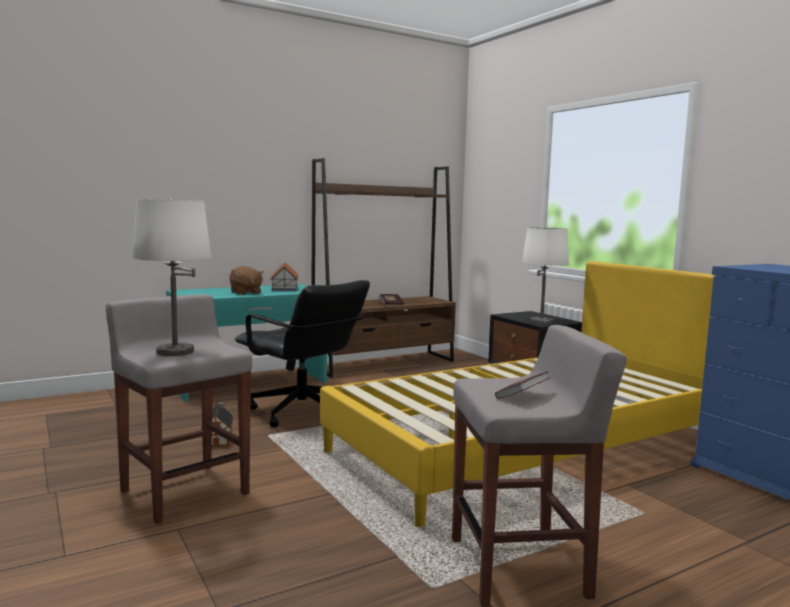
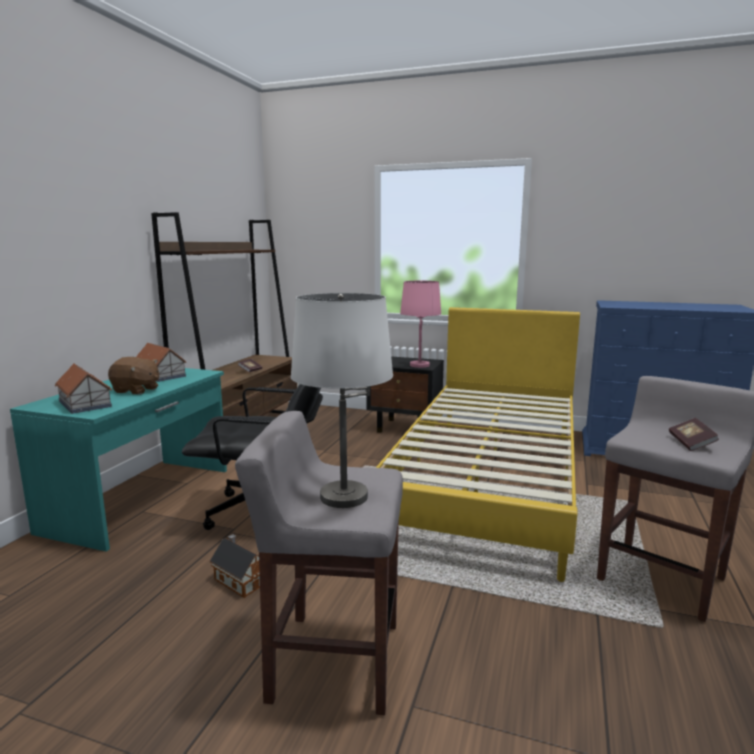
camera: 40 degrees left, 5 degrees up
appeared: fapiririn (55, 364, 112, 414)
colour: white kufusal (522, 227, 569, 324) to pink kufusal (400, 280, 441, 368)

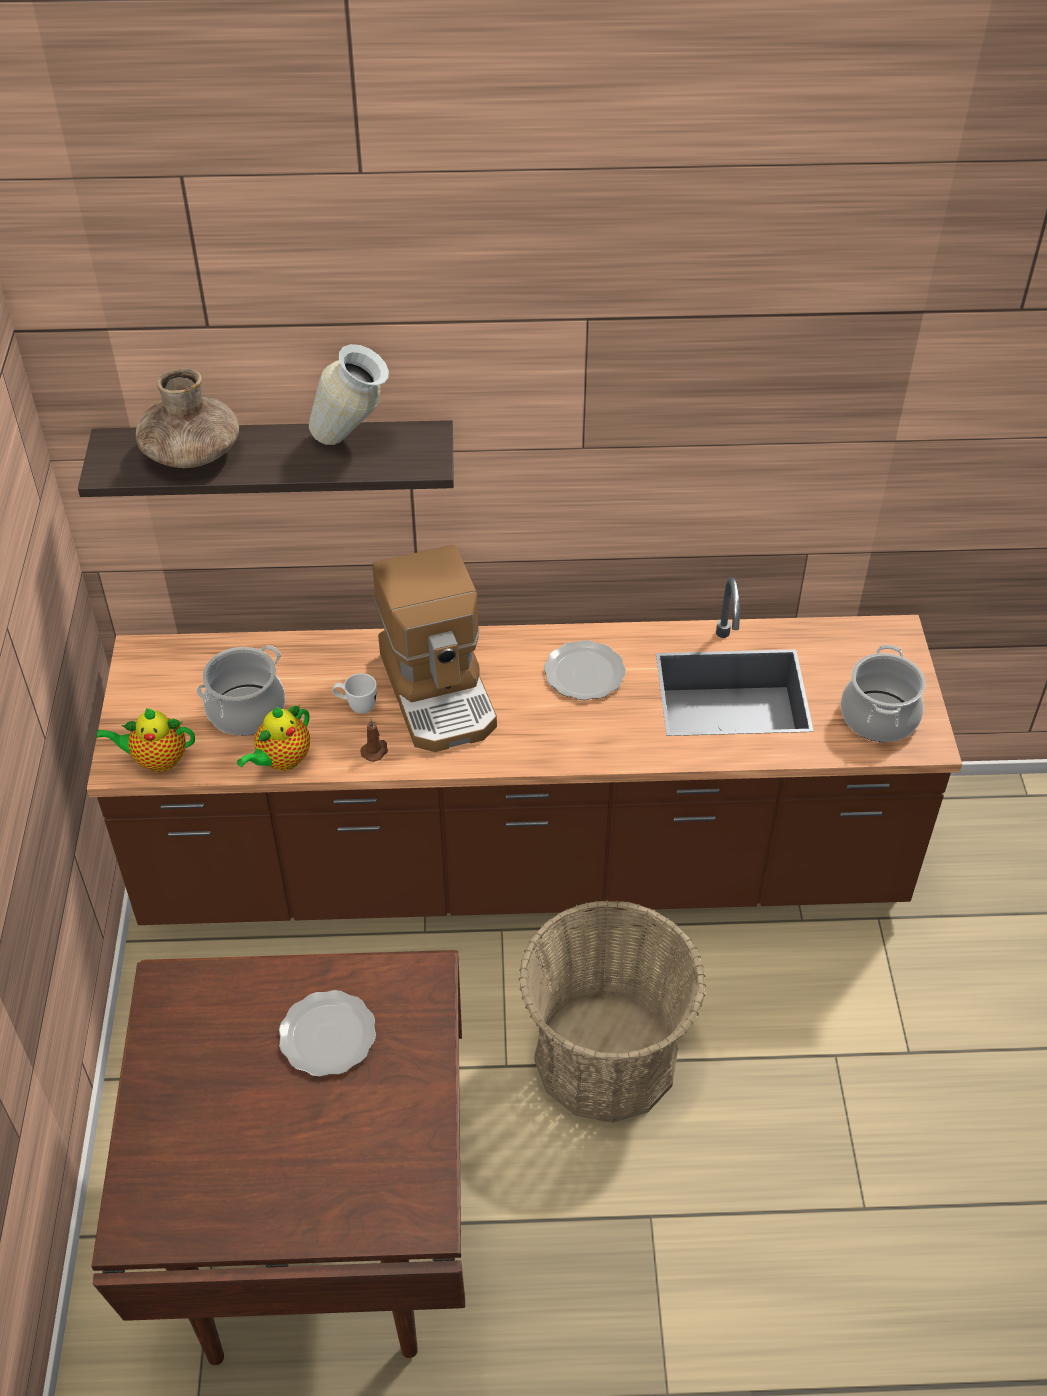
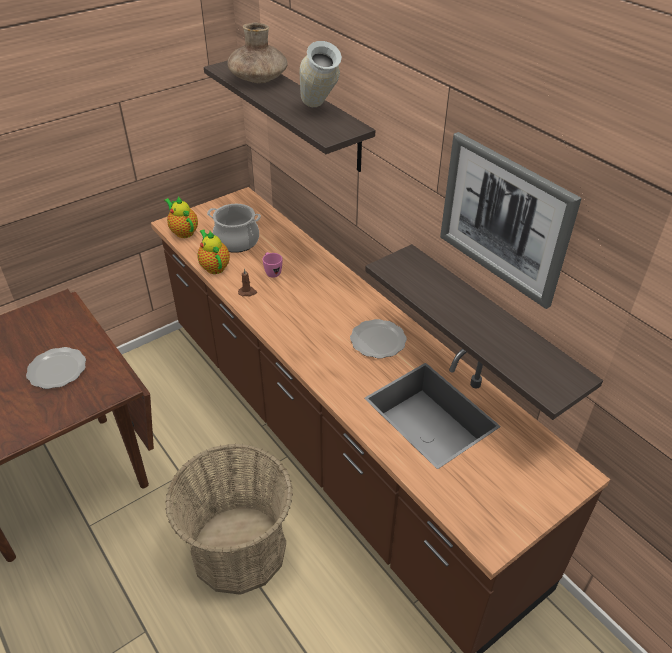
camera: 55 degrees right, 5 degrees down
missing: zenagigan (372, 545, 497, 752); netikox (841, 645, 926, 742)
appeared: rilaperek (365, 244, 603, 420); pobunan (440, 132, 582, 309)
colour: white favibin (332, 673, 377, 714) to pink favibin (262, 252, 282, 278)
spun: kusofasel (237, 704, 310, 771) = (197, 229, 230, 274) 60 degrees clockwise

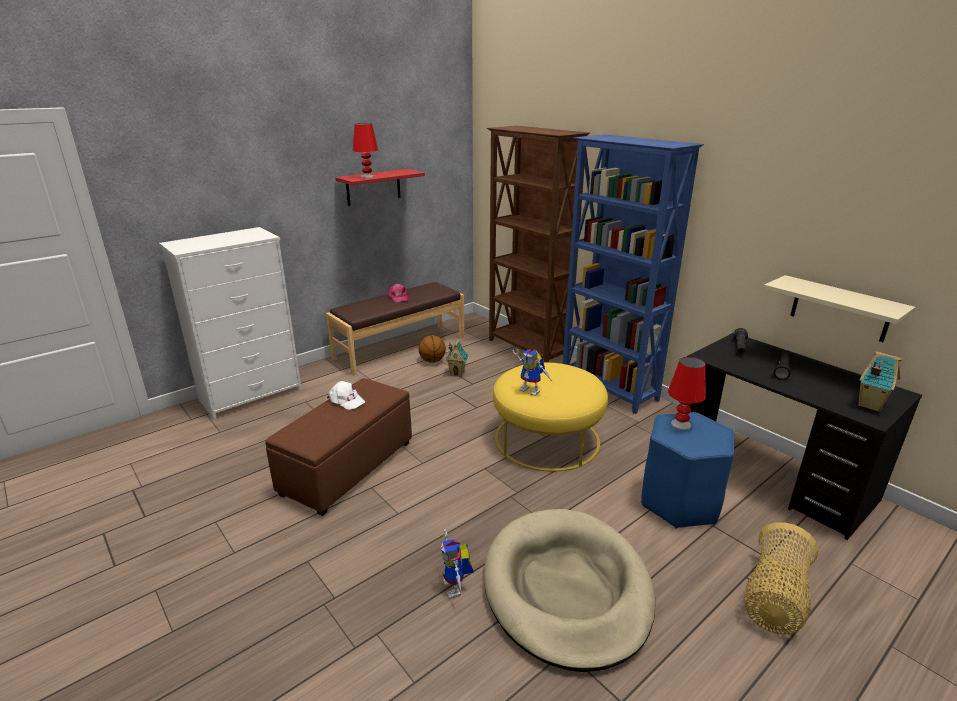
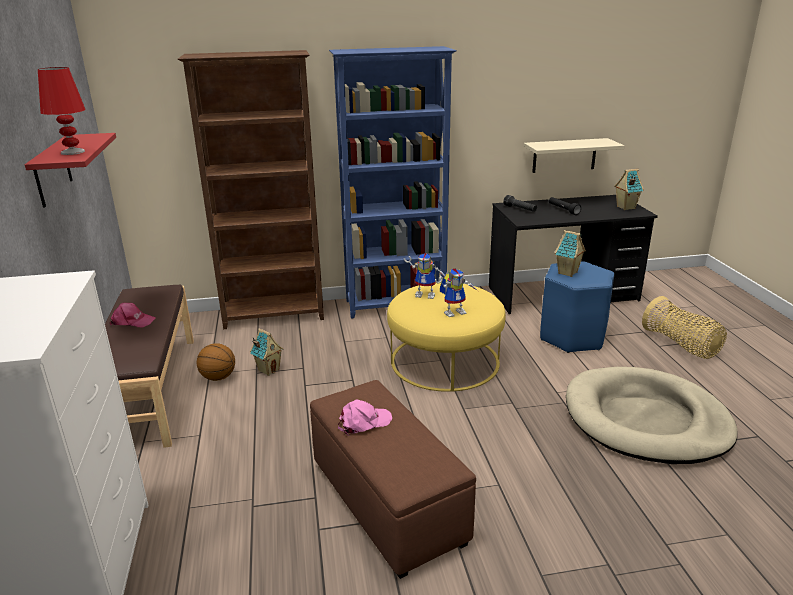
camera: 60 degrees left, 0 degrees up
relocated: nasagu (441, 530, 474, 599) to (404, 253, 445, 299)
exchanged: red kufusal (668, 357, 706, 430) to fapiririn (555, 230, 586, 277)
colour: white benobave (327, 381, 365, 410) to pink benobave (338, 399, 392, 436)

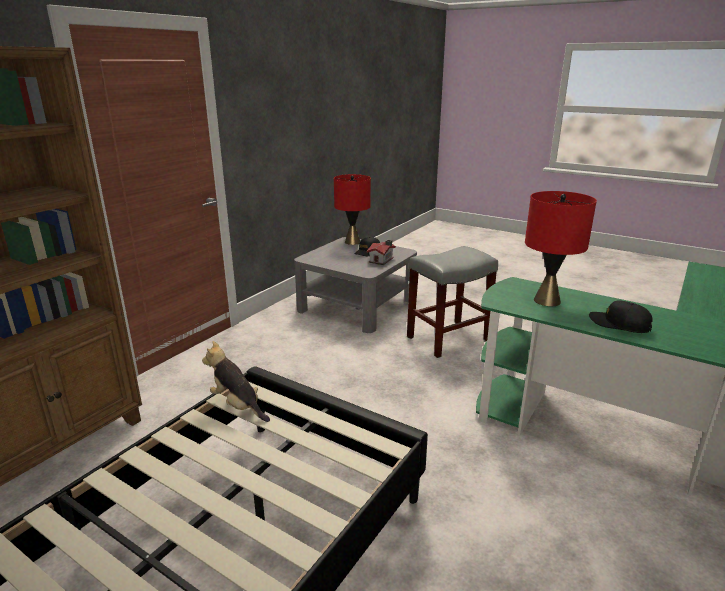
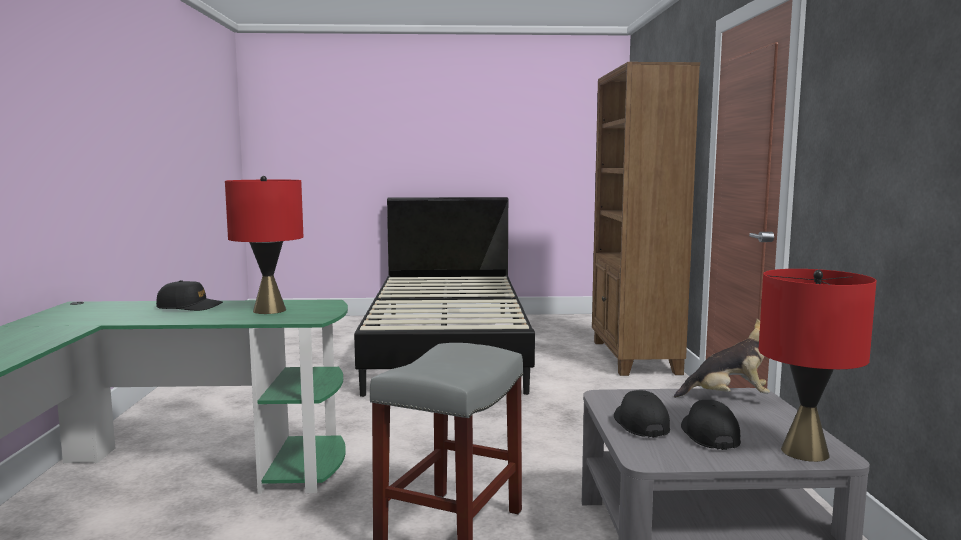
camera: 145 degrees right, 15 degrees down
relocated: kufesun (202, 341, 270, 422) to (674, 319, 770, 398)
exchanged: fapiririn (367, 240, 396, 265) to black benobave (614, 390, 670, 438)

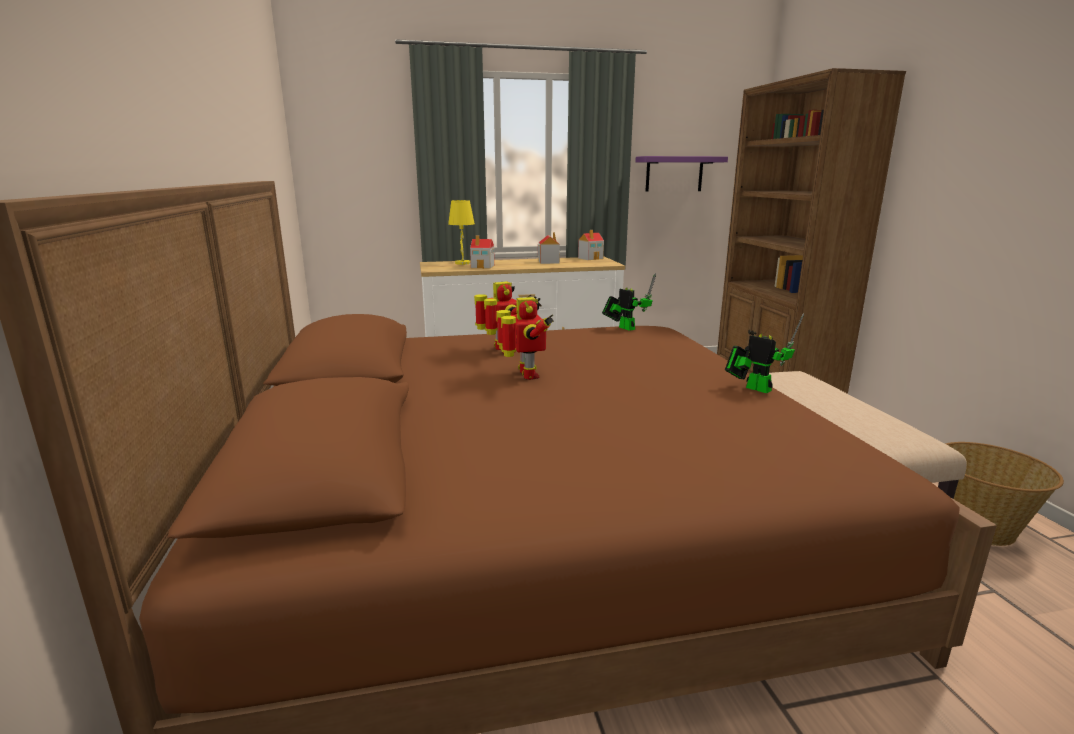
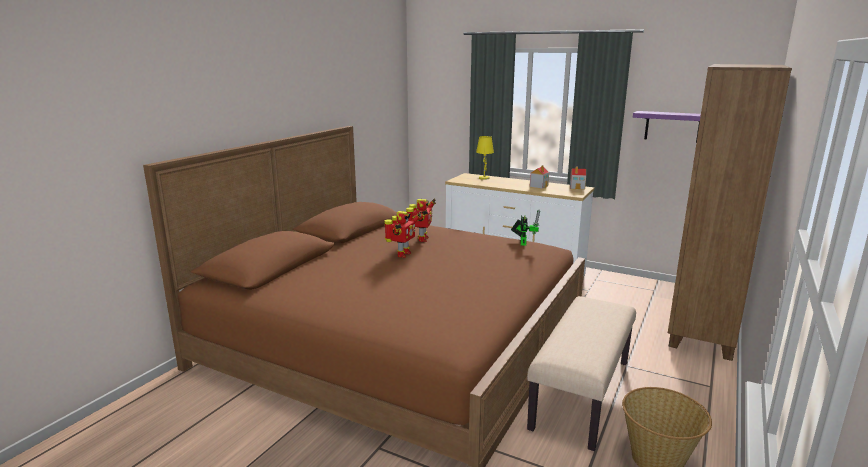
camera: 40 degrees right, 0 degrees up
missing: fapiririn (470, 235, 495, 269); nasagu (725, 313, 804, 393)

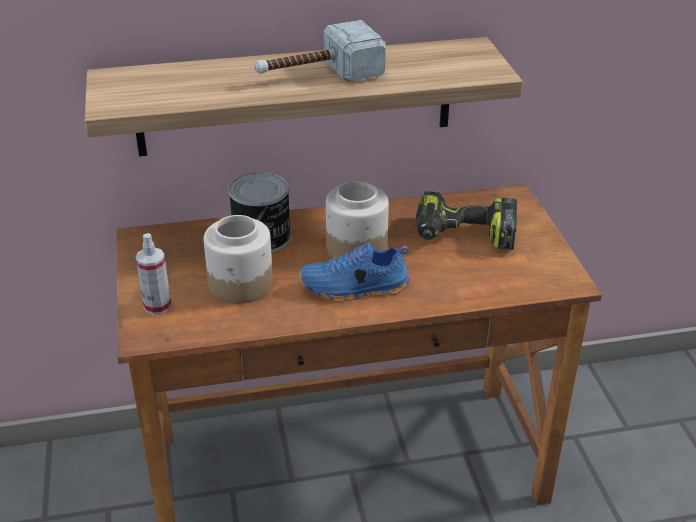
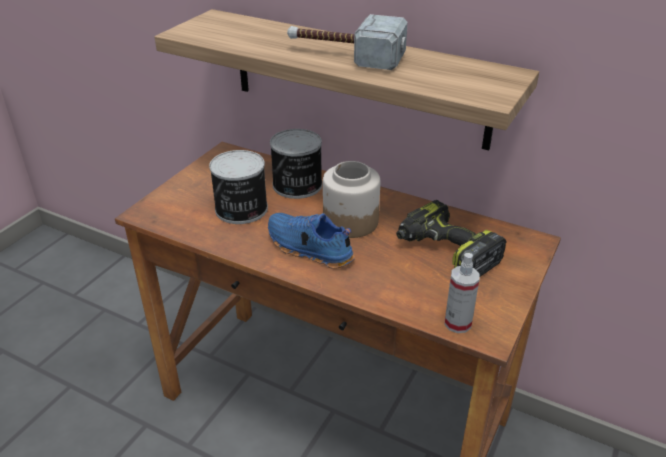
camera: 40 degrees right, 0 degrees up
relocated: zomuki (136, 233, 171, 315) to (445, 253, 480, 333)
exchanged: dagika (204, 215, 273, 304) to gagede (209, 150, 268, 224)

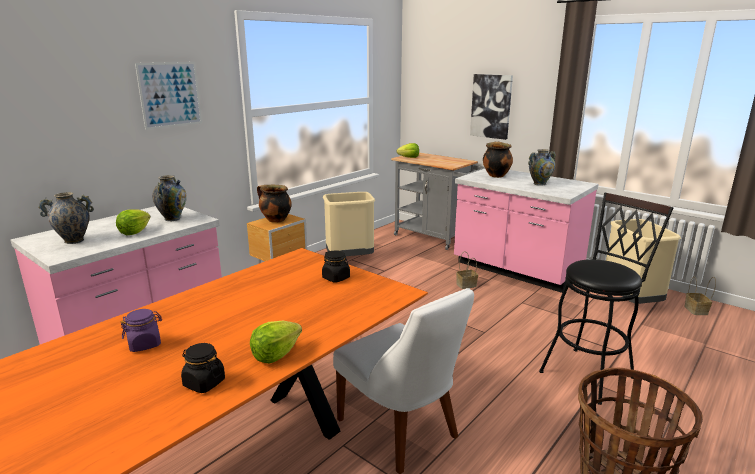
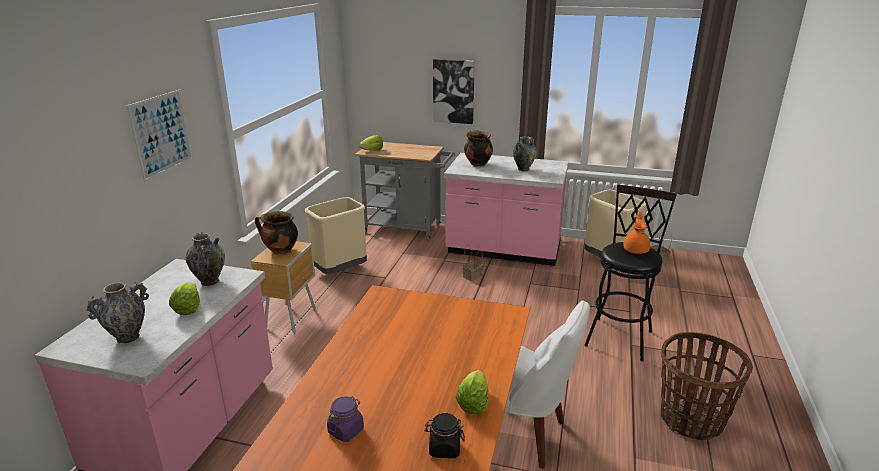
camera: 25 degrees left, 5 degrees up
missing: black dagika (322, 250, 350, 282)
appeared: orange kusofasel (623, 211, 651, 254)

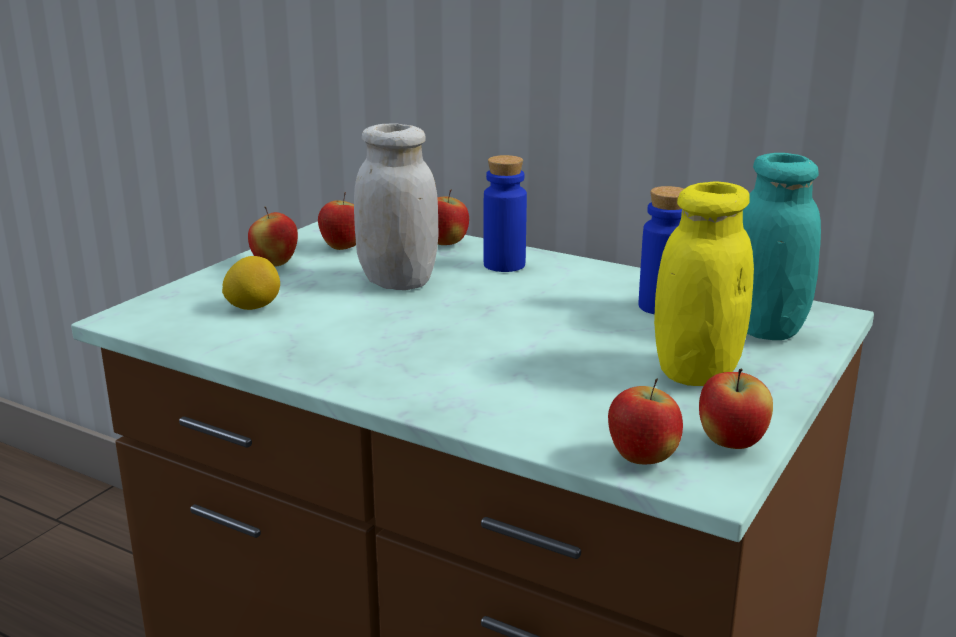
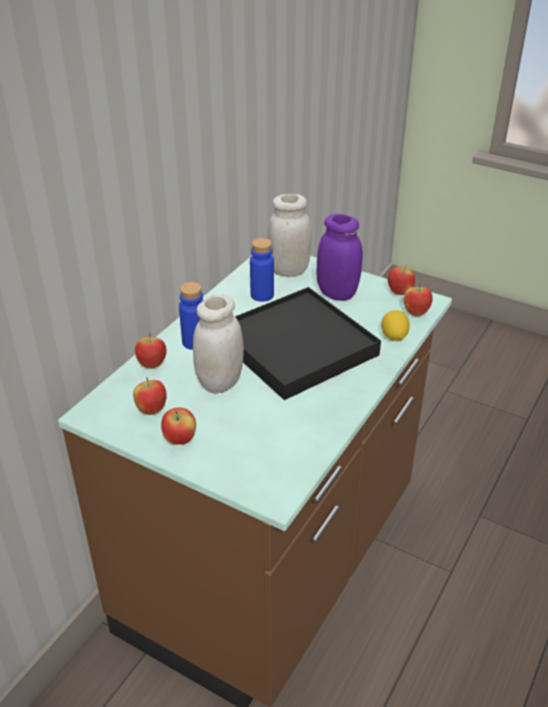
camera: 90 degrees left, 15 degrees up
appeared: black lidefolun (235, 287, 381, 400)
relocated: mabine (222, 256, 280, 310) to (381, 310, 410, 341)
colour: turquoise dagika (743, 153, 821, 340) to white dagika (268, 194, 312, 277); yellow dagika (654, 181, 754, 386) to purple dagika (317, 214, 363, 301)

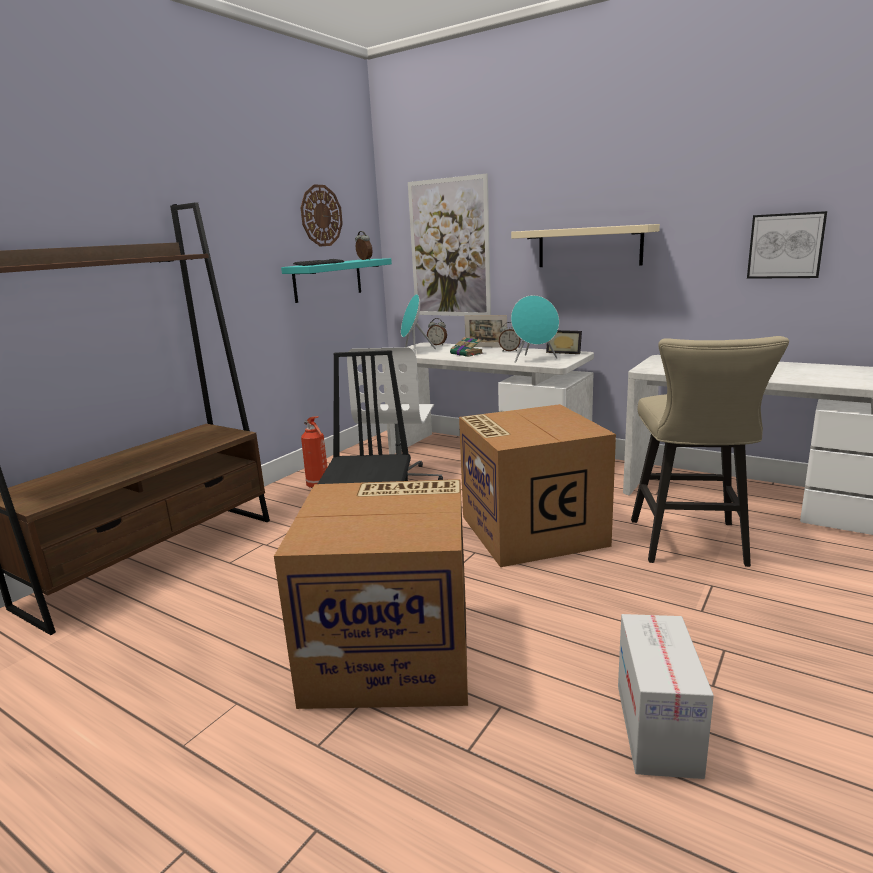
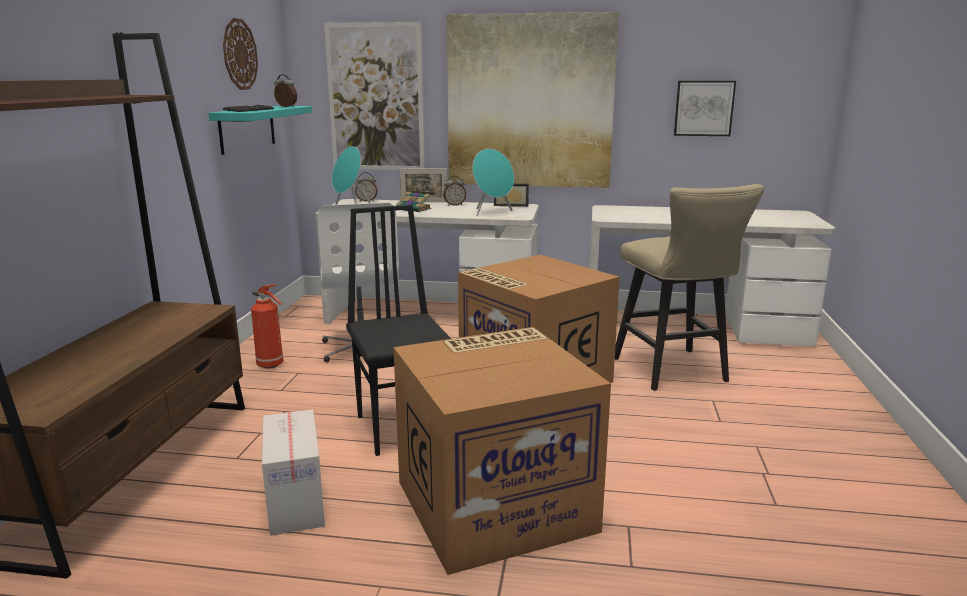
camera: 25 degrees left, 0 degrees up
relocated: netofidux (618, 614, 714, 779) to (262, 410, 325, 536)
exchanged: beige rilaperek (511, 224, 660, 267) to pobunan (447, 12, 619, 188)

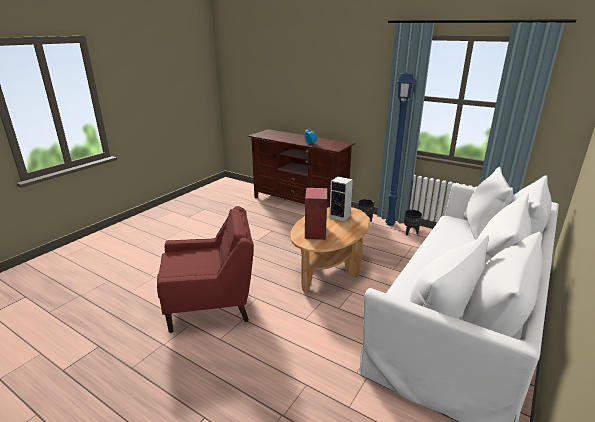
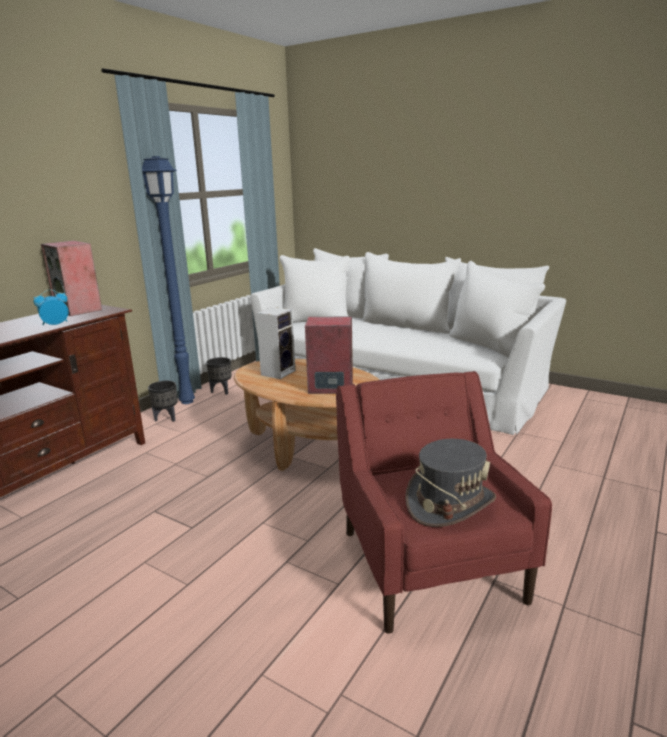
camera: 90 degrees left, 5 degrees down
appeared: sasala (41, 241, 102, 316); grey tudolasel (405, 439, 496, 527)

